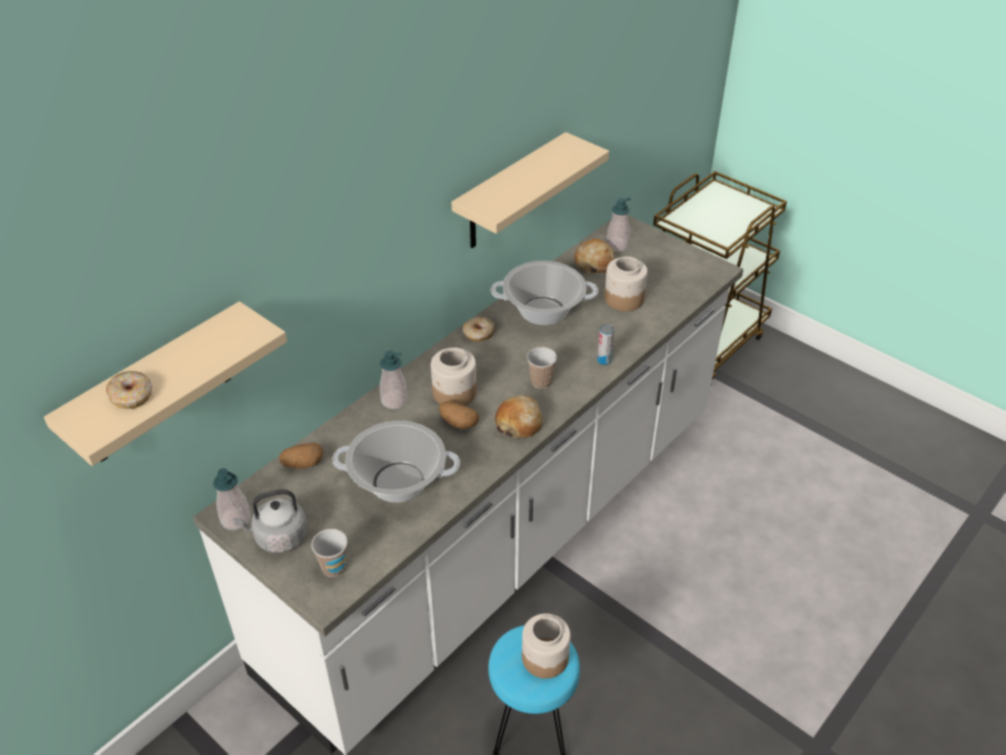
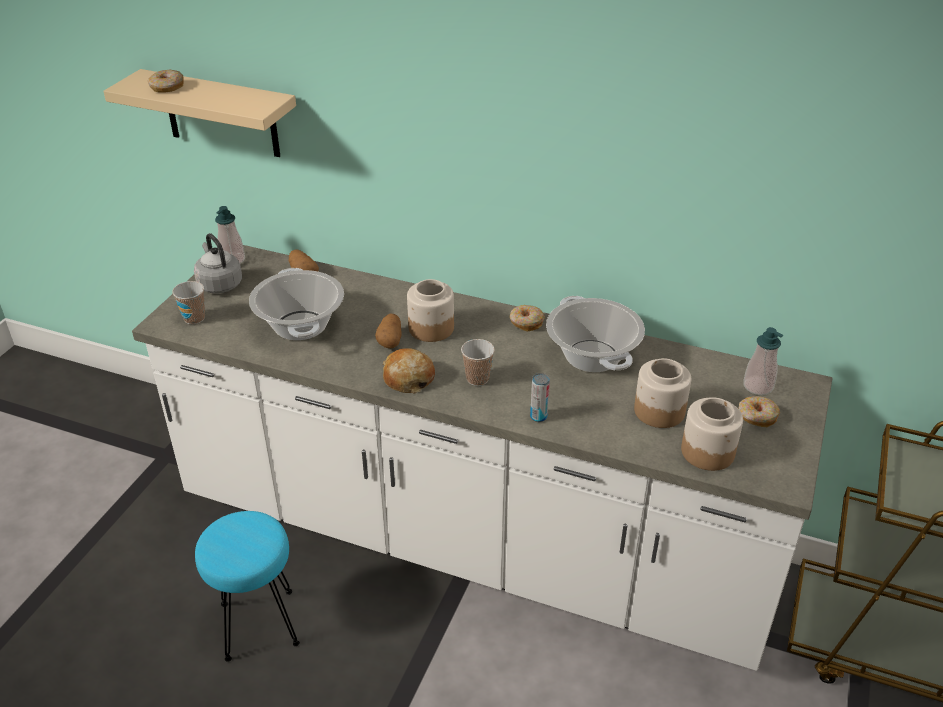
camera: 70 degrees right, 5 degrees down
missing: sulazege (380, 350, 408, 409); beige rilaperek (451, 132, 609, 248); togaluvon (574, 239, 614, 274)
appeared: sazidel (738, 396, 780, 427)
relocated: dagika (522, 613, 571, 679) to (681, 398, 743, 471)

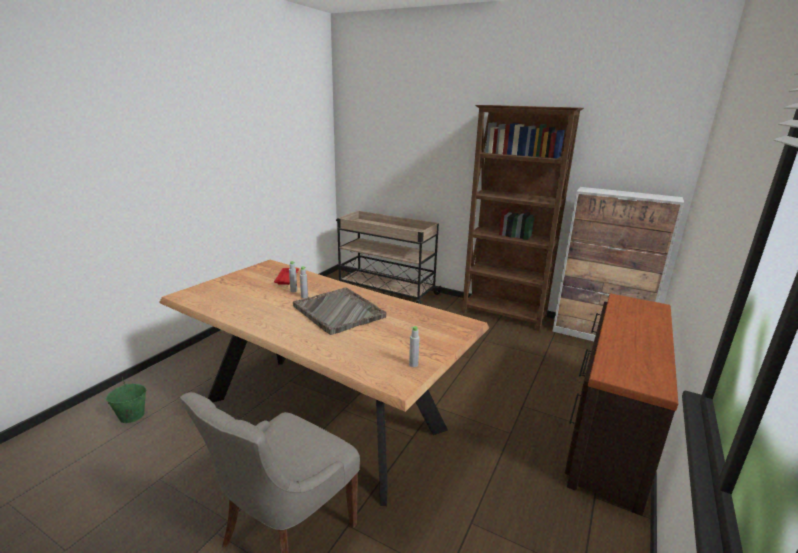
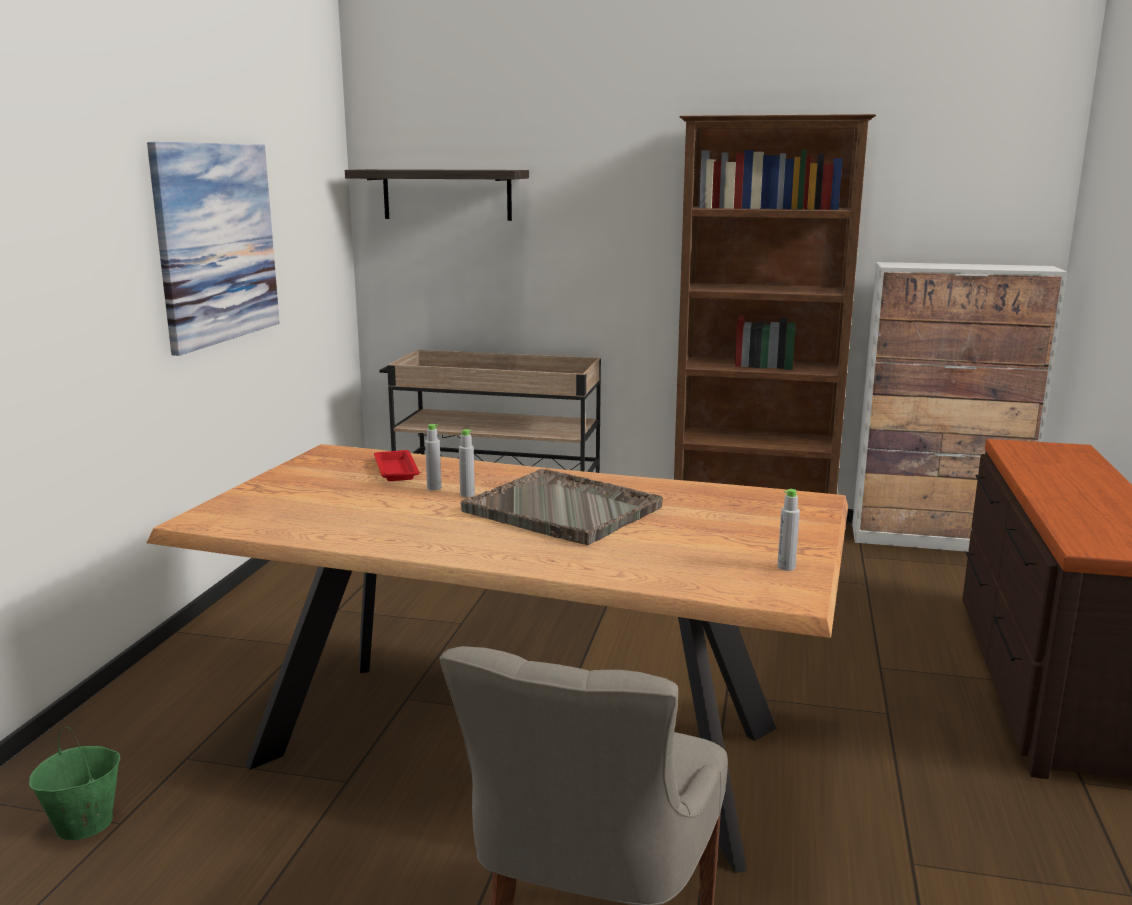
camera: 15 degrees left, 5 degrees down
appeared: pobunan (147, 142, 280, 356); rilaperek (345, 169, 529, 221)

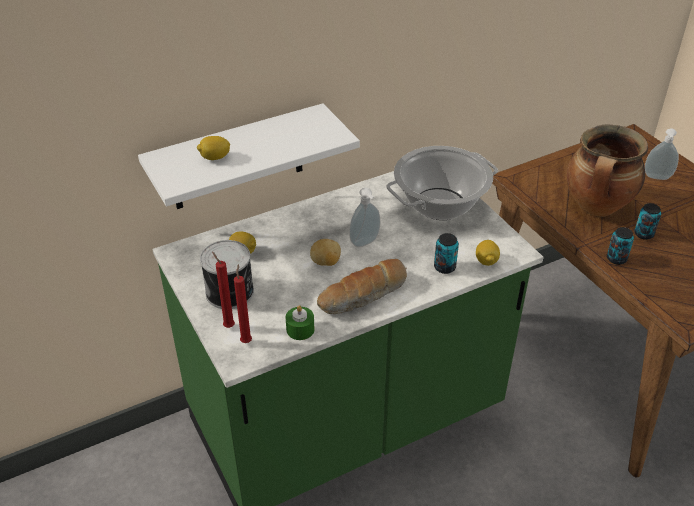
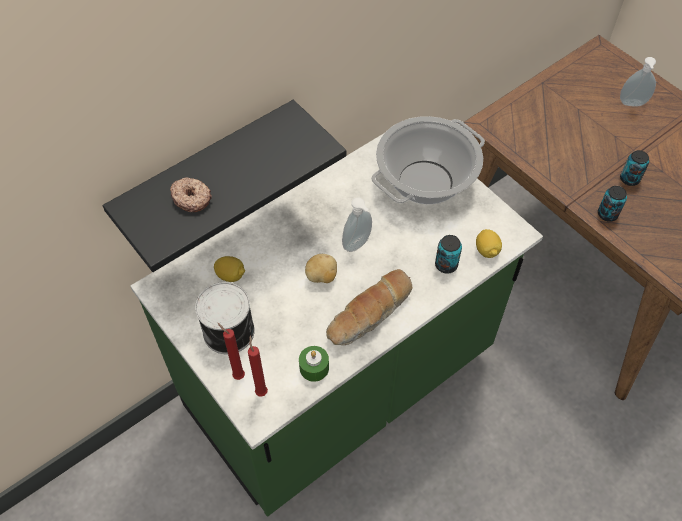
camera: 10 degrees left, 15 degrees up
missing: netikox (567, 125, 648, 217)
exchanged: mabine (197, 136, 230, 160) to sazidel (170, 177, 212, 212)
colour: white rilaperek (138, 103, 360, 209) to black rilaperek (103, 100, 346, 272)

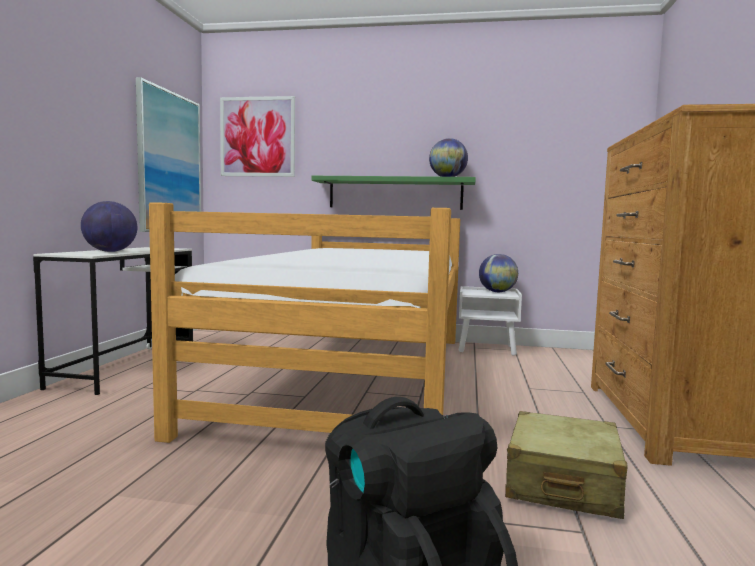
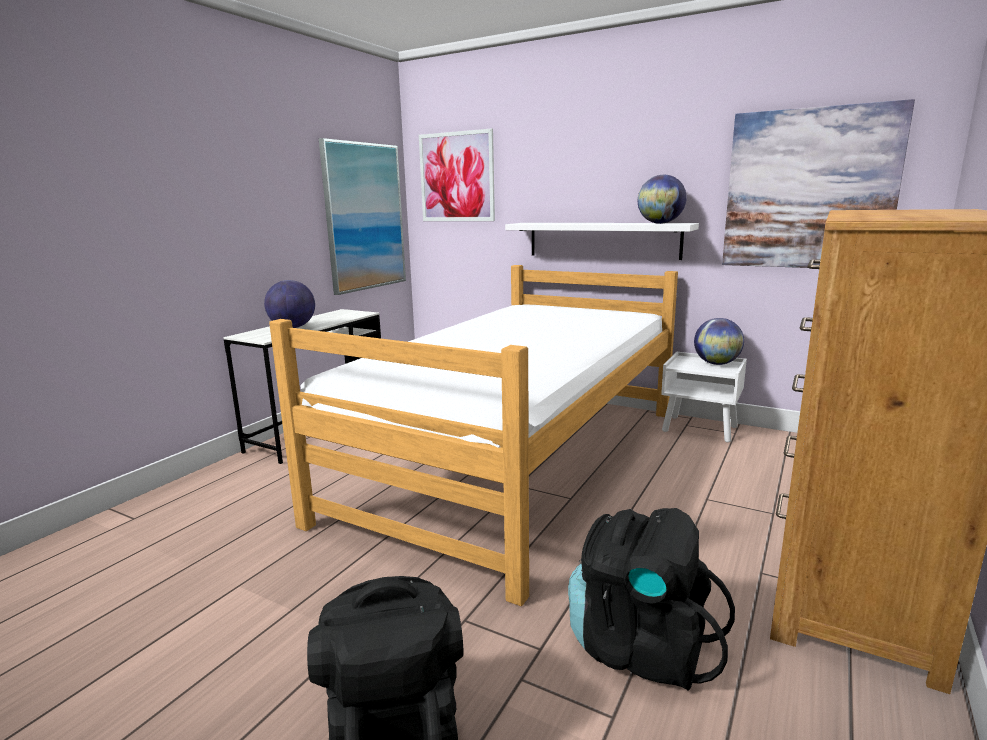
camera: 20 degrees right, 10 degrees up
appeared: pobunan (722, 99, 915, 268)
exchanged: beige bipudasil (505, 411, 628, 519) to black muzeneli (568, 508, 735, 691)
colour: green rilaperek (311, 176, 476, 210) to white rilaperek (505, 223, 699, 260)

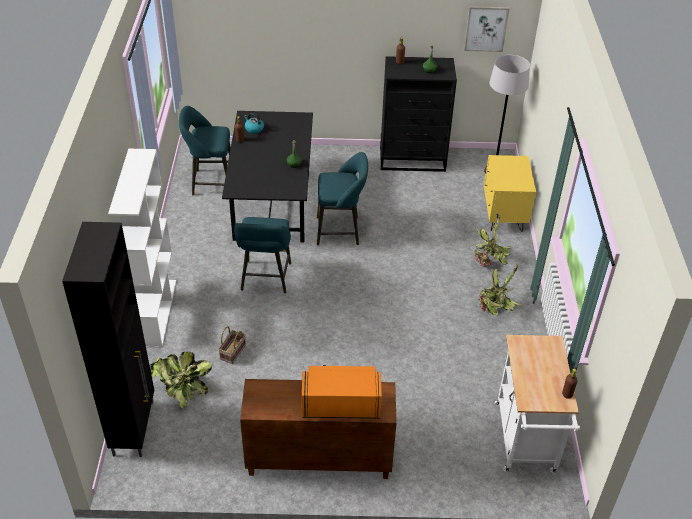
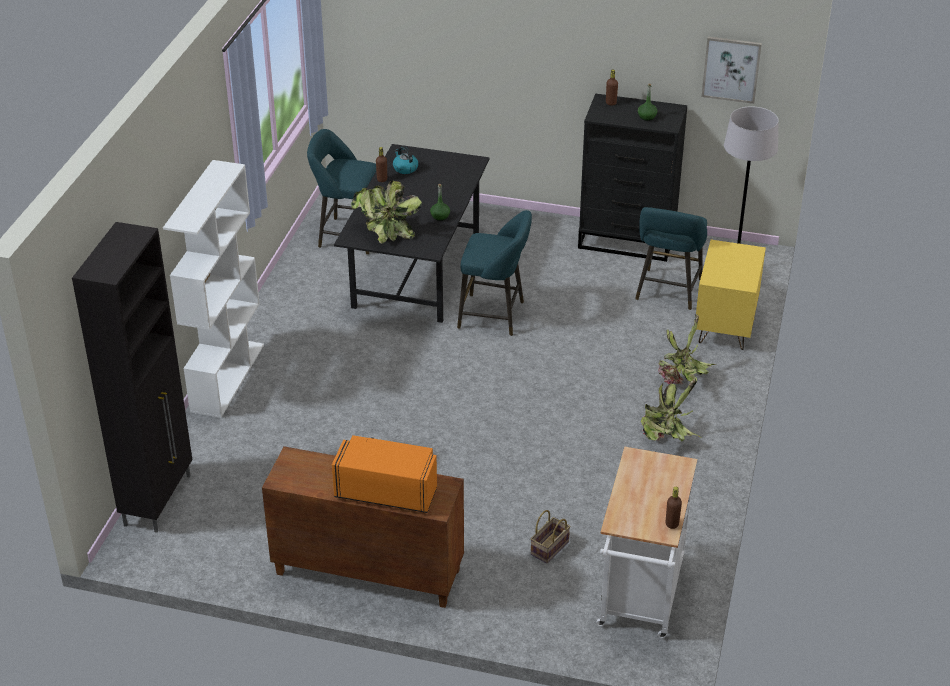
camera: 15 degrees right, 5 degrees down
relocated: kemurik (150, 352, 212, 408) to (351, 181, 422, 244); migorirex (218, 326, 246, 364) to (530, 510, 570, 563); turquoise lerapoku (234, 217, 291, 293) to (635, 207, 707, 310)

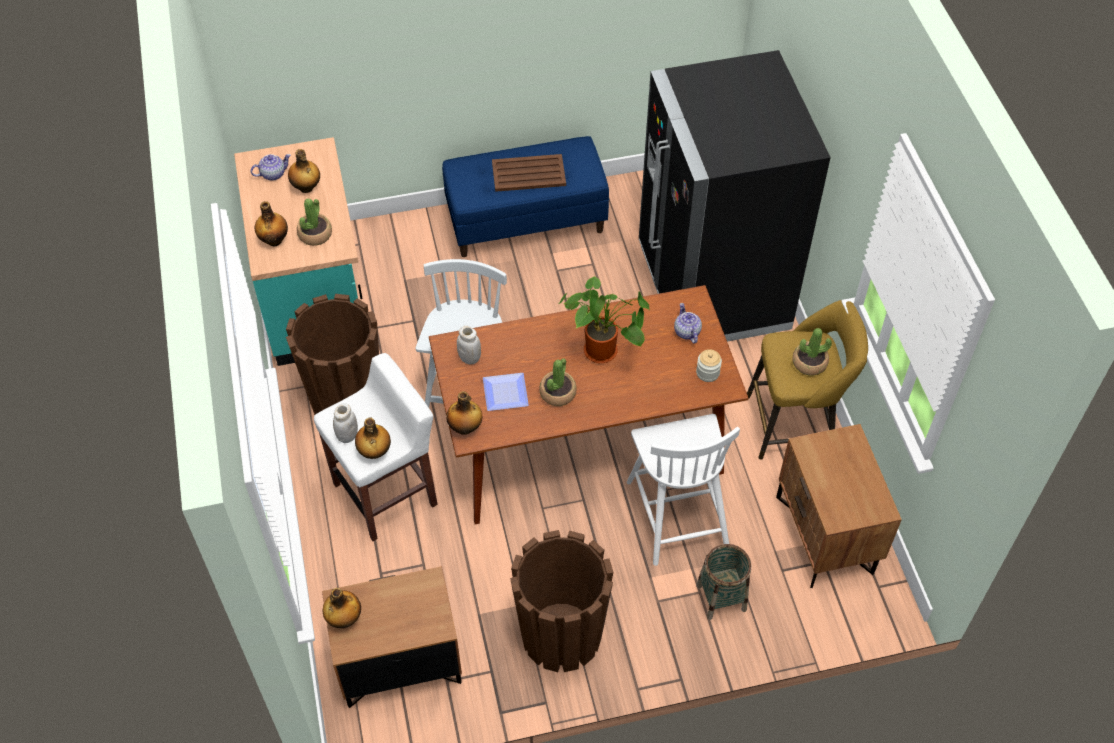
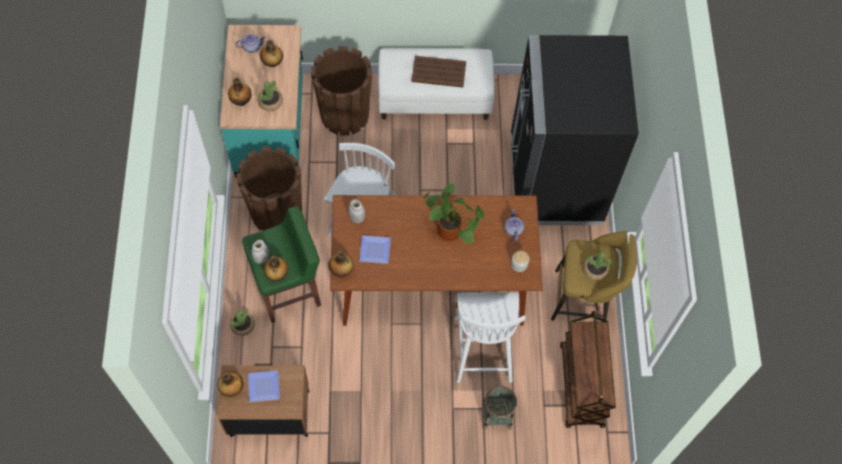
camera: 10 degrees right, 10 degrees up
appeared: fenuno (248, 370, 280, 402)
relocated: kemurik (539, 358, 577, 406) to (230, 308, 255, 336); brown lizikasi (510, 530, 613, 672) to (311, 46, 372, 135)
exchanged: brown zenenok (776, 424, 902, 588) to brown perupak (560, 311, 616, 428)
colour: white lerapoku (314, 353, 438, 541) to green lerapoku (242, 206, 321, 323); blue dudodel (442, 136, 609, 257) to white dudodel (378, 48, 495, 120)

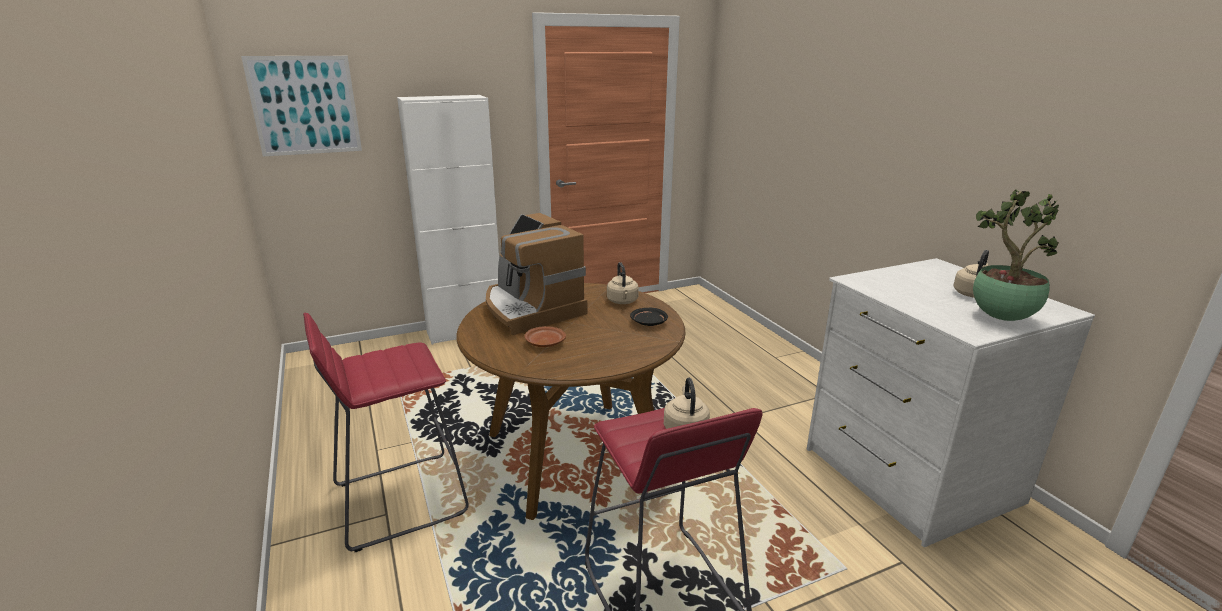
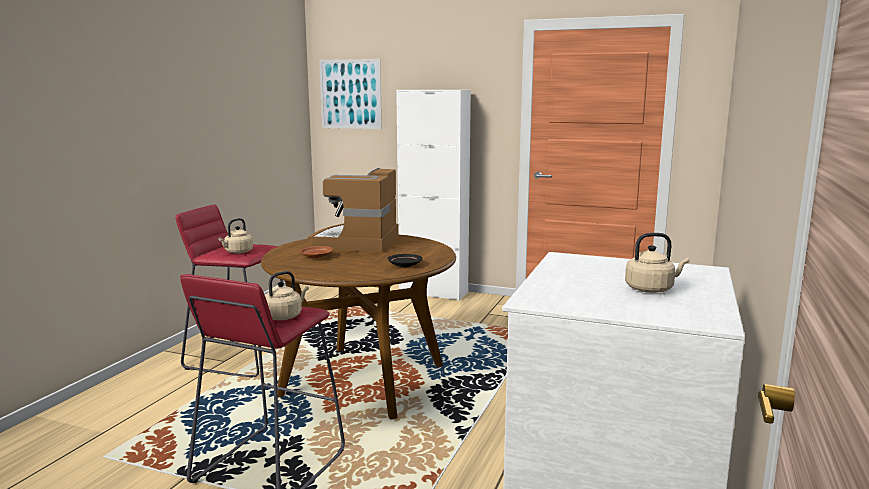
camera: 45 degrees right, 10 degrees down
missing: kemurik (973, 189, 1059, 321)
relocated: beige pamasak (607, 262, 639, 304) to (218, 218, 253, 254)

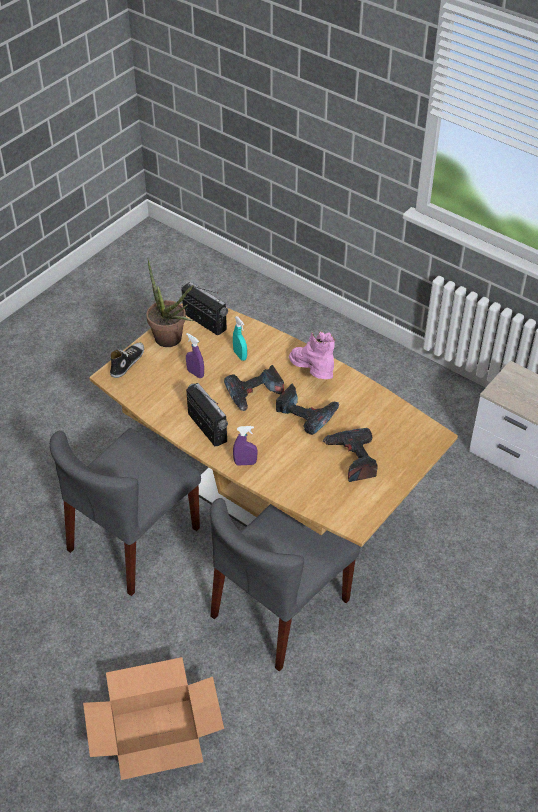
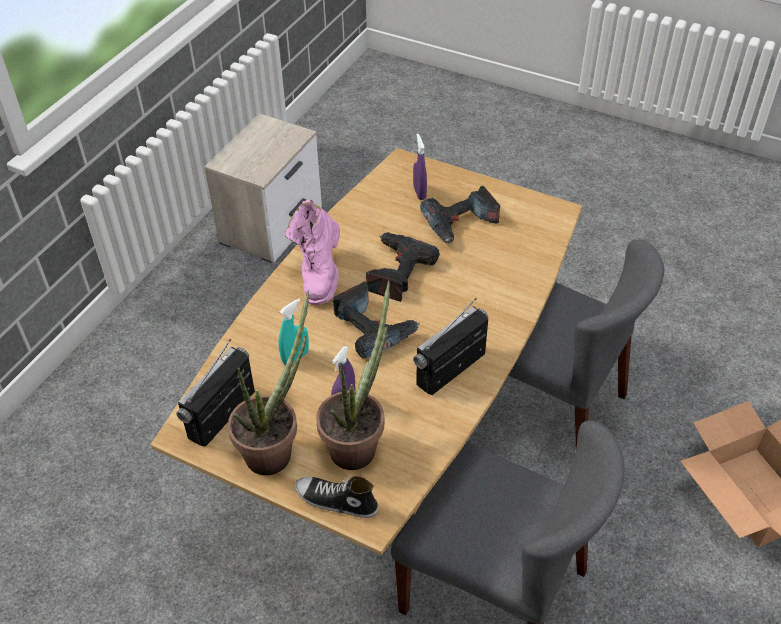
camera: 100 degrees left, 0 degrees up
appeared: kemurik (316, 281, 390, 470)
relocated: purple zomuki (233, 426, 258, 465) to (413, 134, 427, 200)
spun: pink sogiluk (289, 332, 335, 379) = (285, 199, 340, 305) 45 degrees counterclockwise

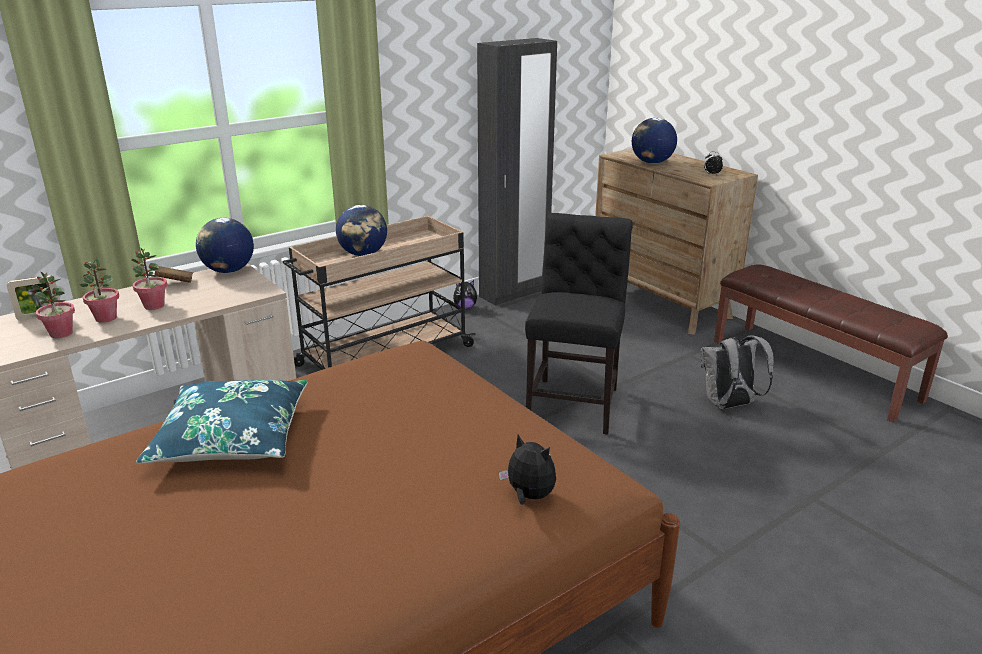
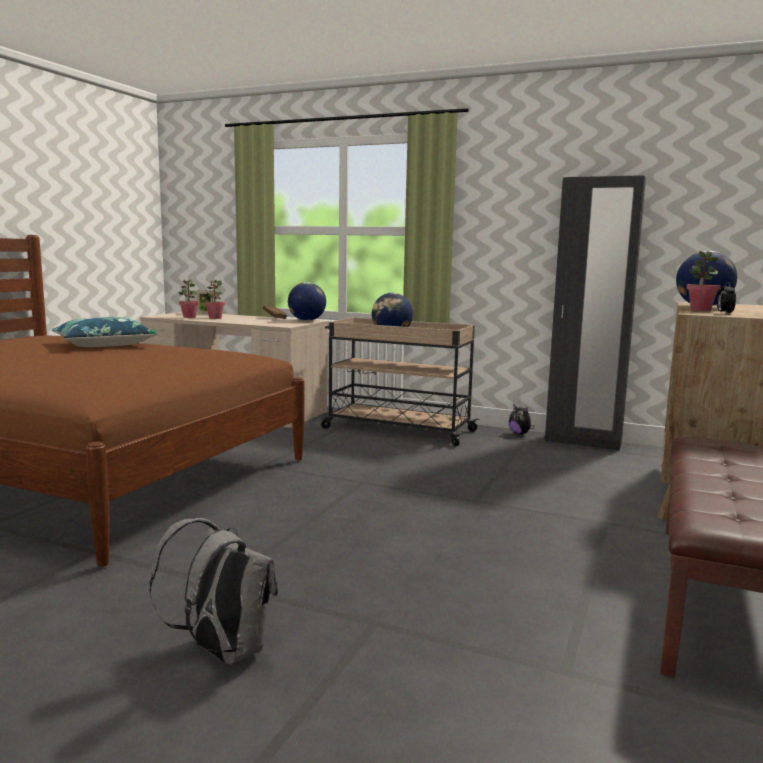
camera: 60 degrees right, 15 degrees down
missing: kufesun (499, 435, 556, 505); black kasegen (525, 213, 633, 435)
relocated: grey muzeneli (700, 335, 774, 409) to (149, 518, 278, 665); kemurik (131, 247, 167, 310) to (686, 250, 721, 311)

